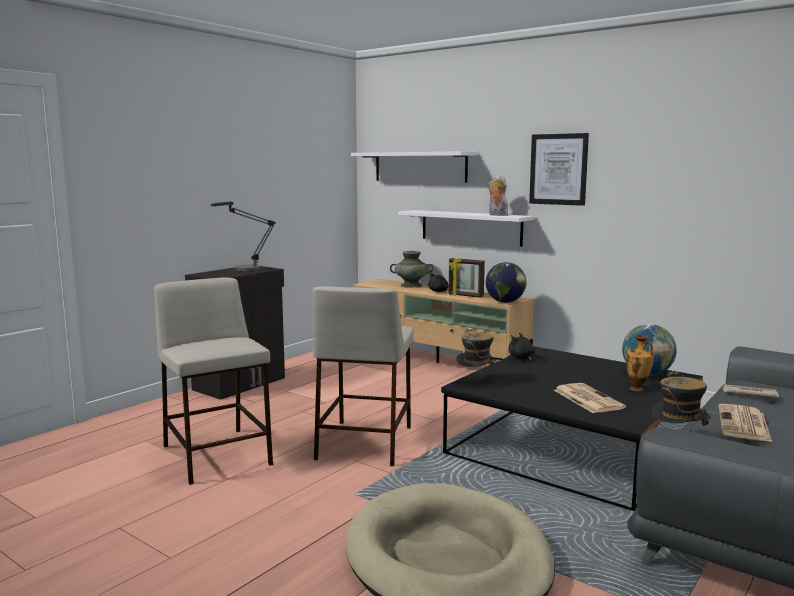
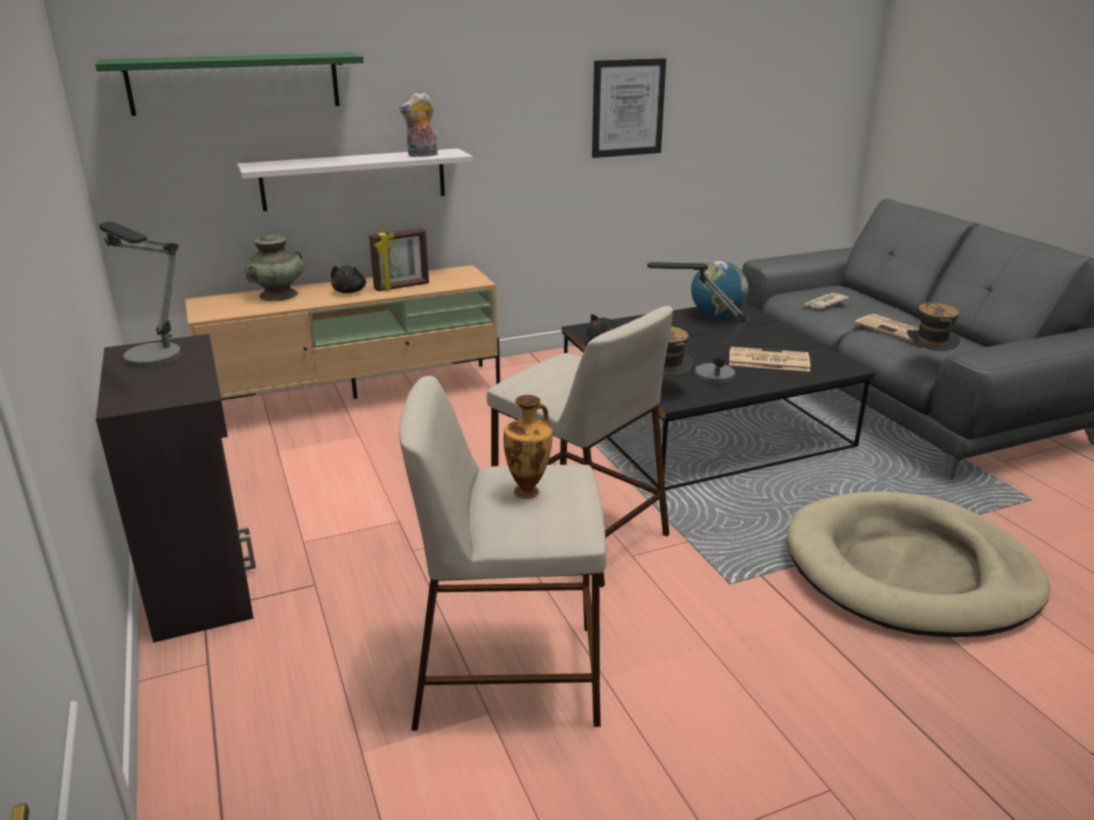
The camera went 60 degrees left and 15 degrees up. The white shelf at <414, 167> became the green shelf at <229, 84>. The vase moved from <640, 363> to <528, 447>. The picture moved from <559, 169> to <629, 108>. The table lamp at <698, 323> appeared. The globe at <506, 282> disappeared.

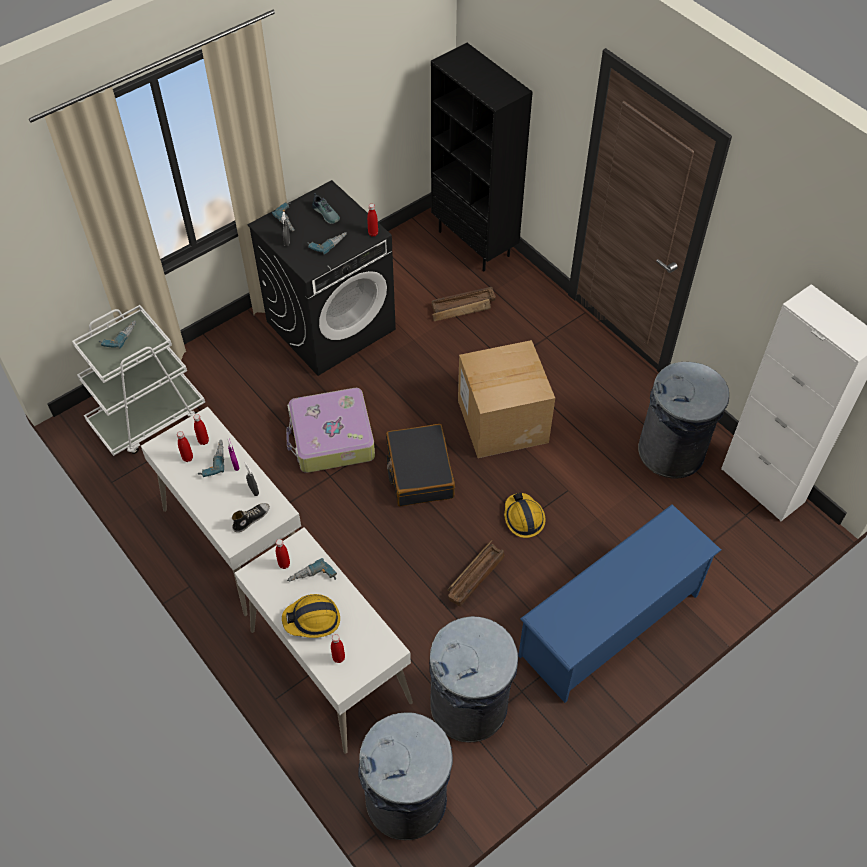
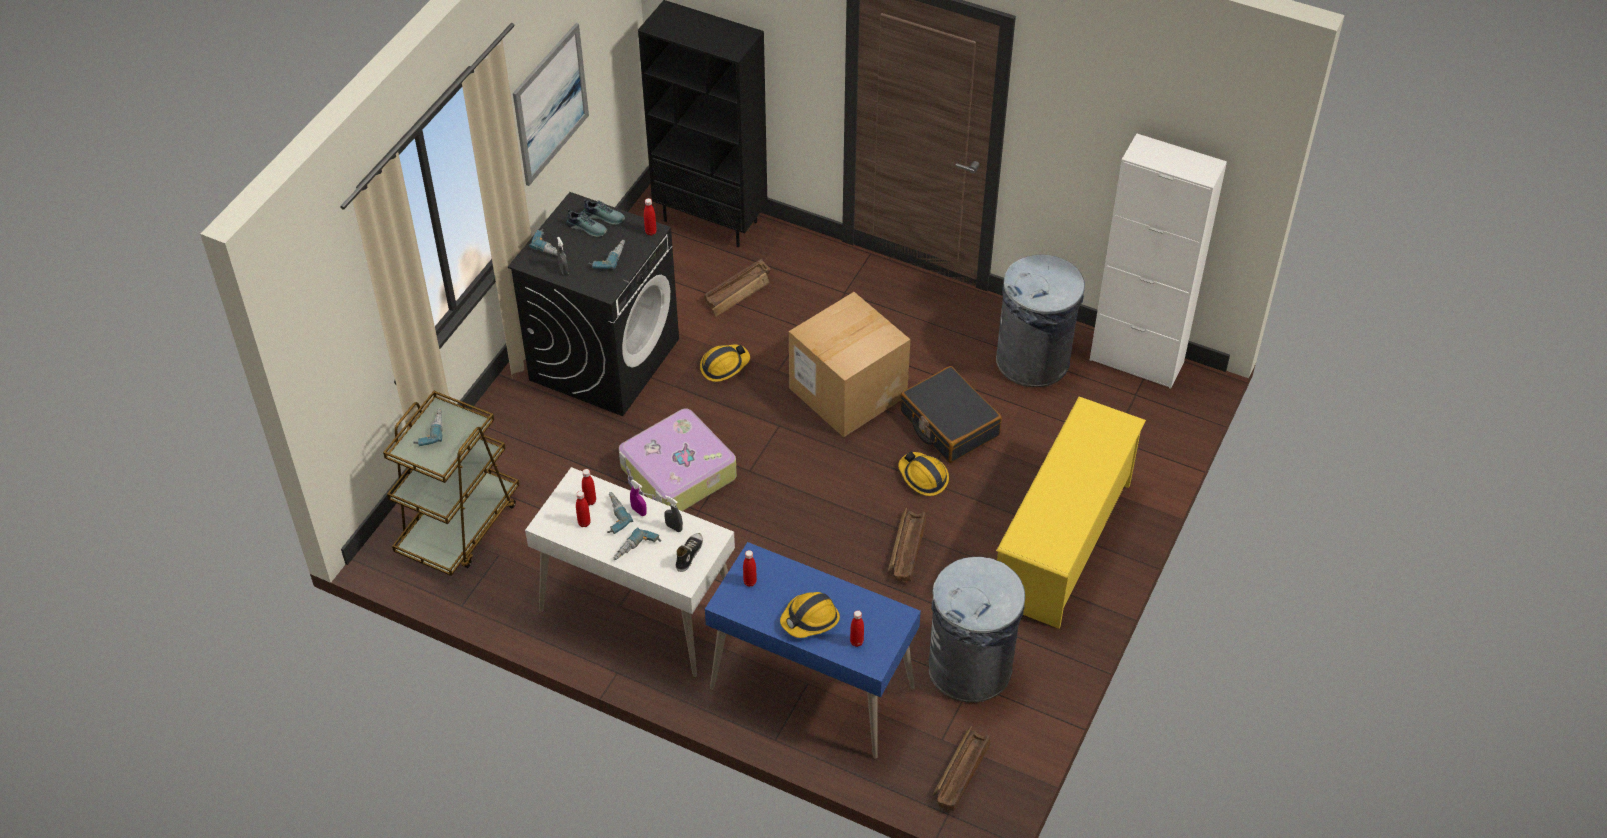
The camera went 25 degrees left and 5 degrees down. The white cart at <138, 380> became the brown cart at <451, 483>. The picture at <551, 104> appeared. The shoe at <604, 212> appeared. The power drill moved from <312, 570> to <637, 543>. The hard hat at <725, 363> appeared. The white desk at <323, 640> became the blue desk at <813, 650>. The black suitcase moved from <420, 465> to <951, 414>. The grey trash can at <405, 776> was replaced by the crate at <961, 768>. The blue shoe rack at <619, 603> became the yellow shoe rack at <1071, 512>.

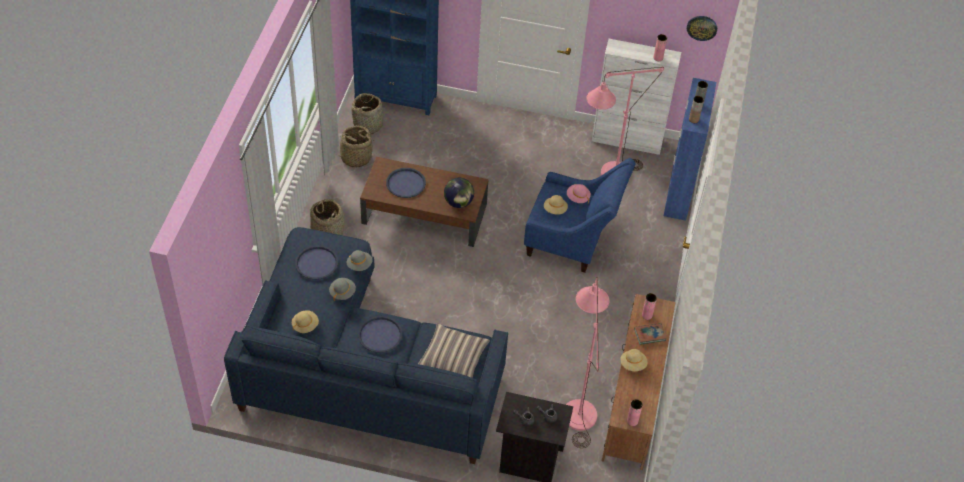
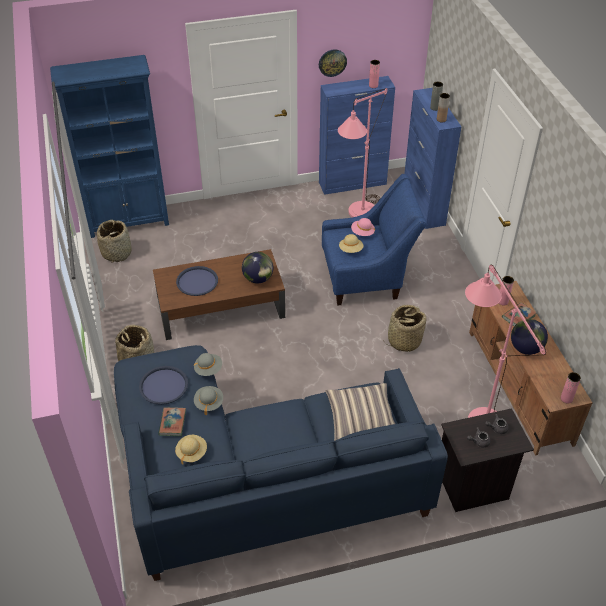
The camera went 25 degrees left and 5 degrees down. The book at <172, 421> appeared. The wall clock moved from <702, 28> to <333, 63>. The white cabinet at <636, 97> became the blue cabinet at <357, 135>. The basket moved from <355, 147> to <405, 328>. The beige hat at <634, 360> was replaced by the globe at <529, 337>. The blue tray at <380, 334> disappeared.

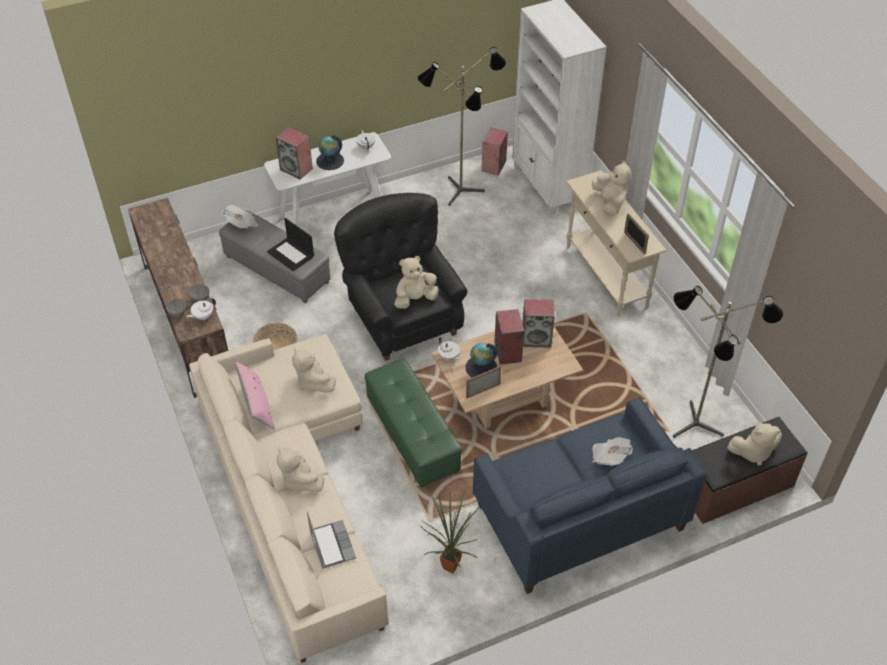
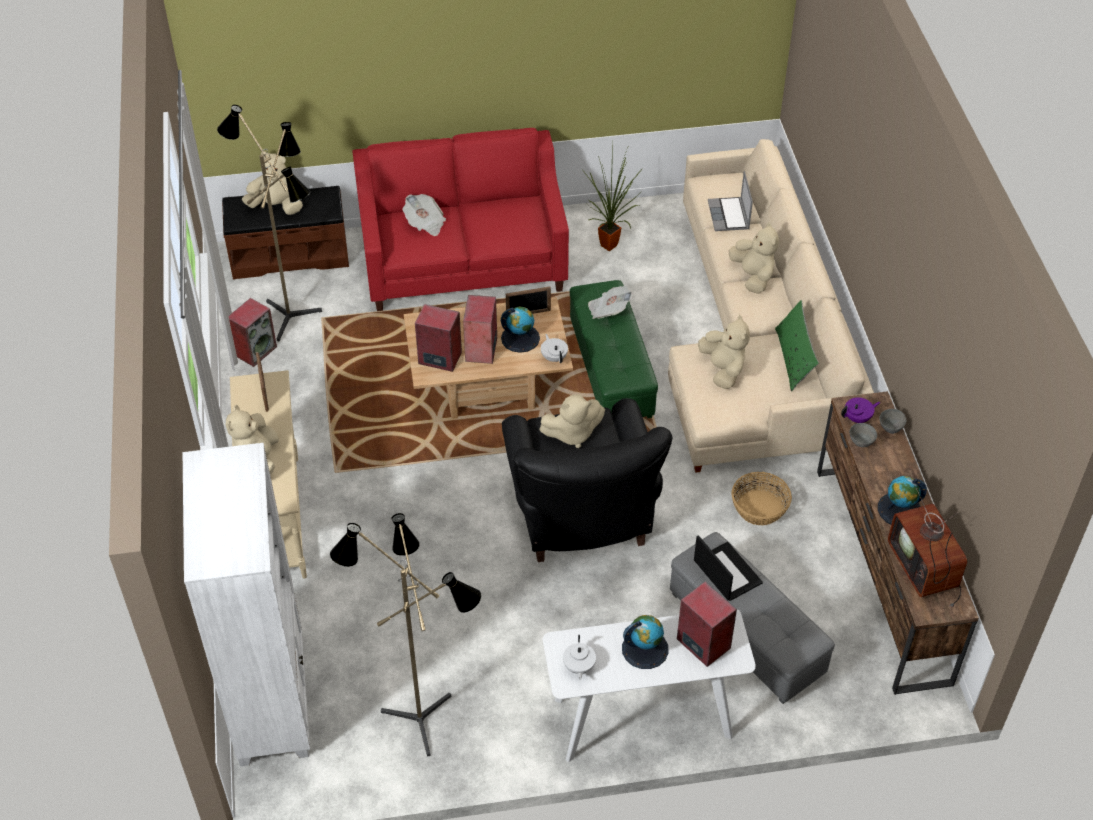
The camera went 165 degrees left and 0 degrees up. The speaker moved from <495, 152> to <253, 332>. The blue sofa at <590, 495> became the red sofa at <460, 219>. The newspaper moved from <240, 217> to <610, 302>. The pink pillow at <255, 395> became the green pillow at <797, 346>. The white teapot at <201, 309> became the purple teapot at <860, 410>. The globe at <902, 500> appeared. The television at <927, 548> appeared.

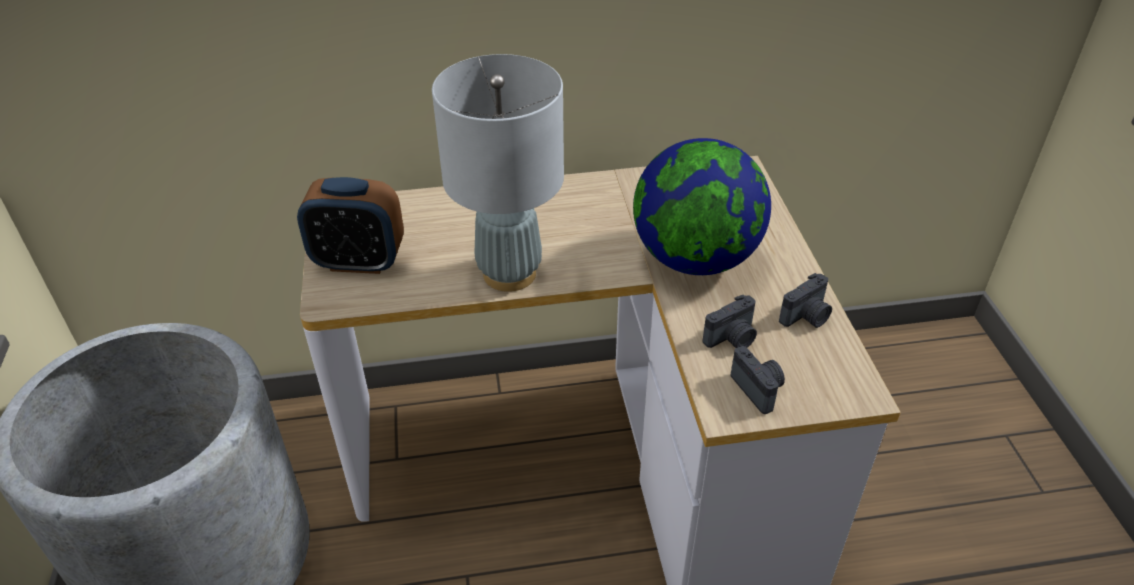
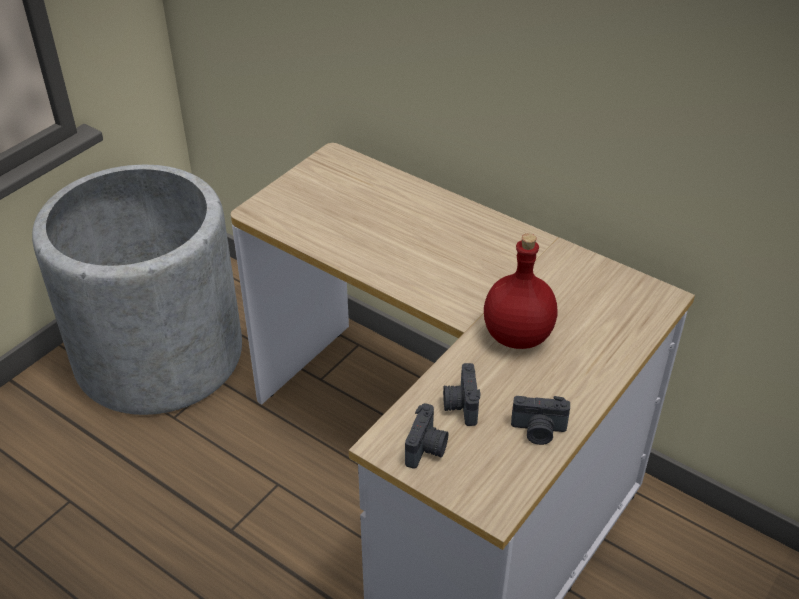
The camera went 45 degrees right and 0 degrees up. The photo camera at <730, 321> turned 75 degrees clockwise. The globe at <702, 206> was replaced by the red bottle at <520, 291>. The alarm clock at <350, 225> disappeared. The grey table lamp at <498, 173> disappeared.

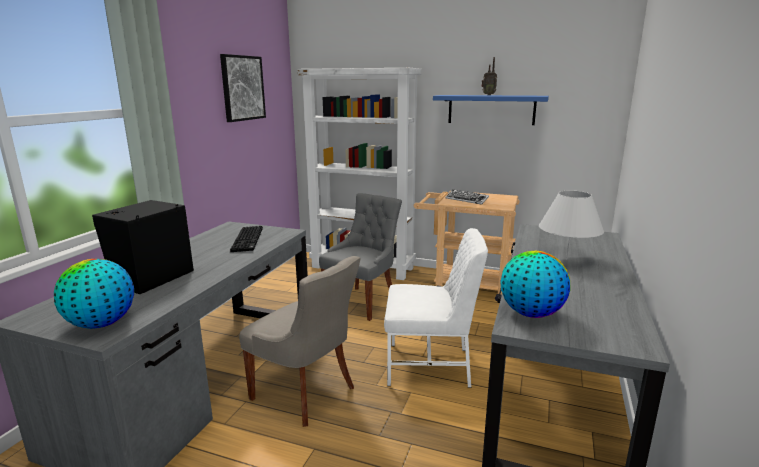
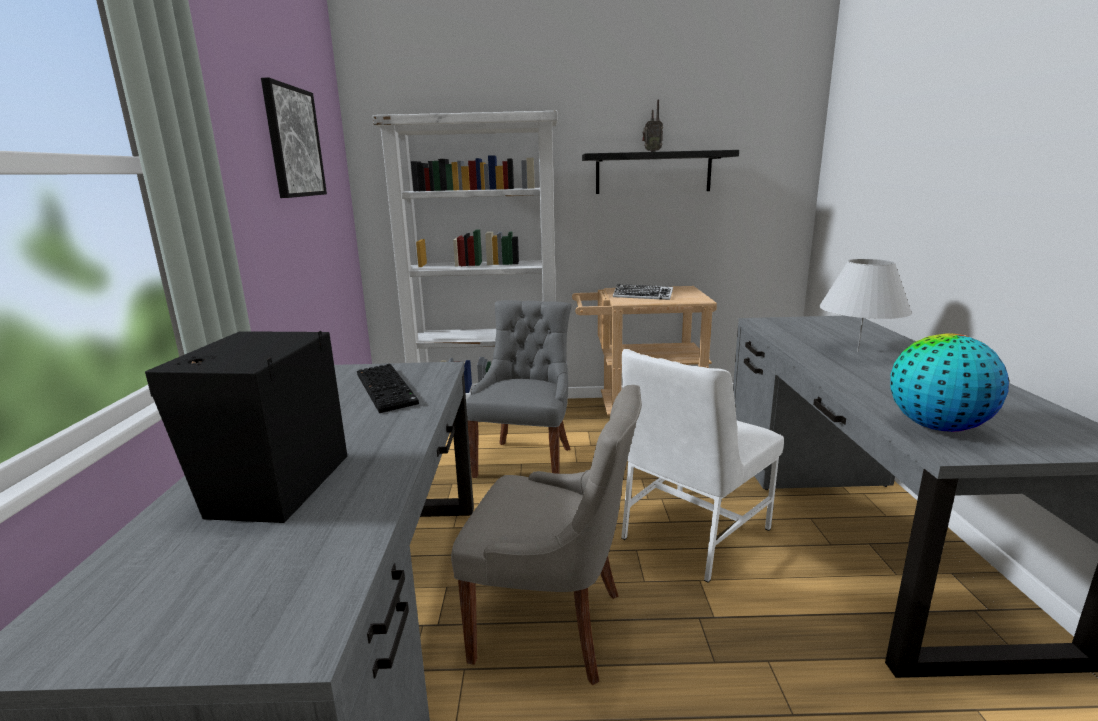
The camera went 20 degrees left and 0 degrees up. The blue shelf at <491, 110> became the black shelf at <660, 172>. The white chair at <436, 308> turned 150 degrees clockwise. The globe at <94, 294> disappeared.

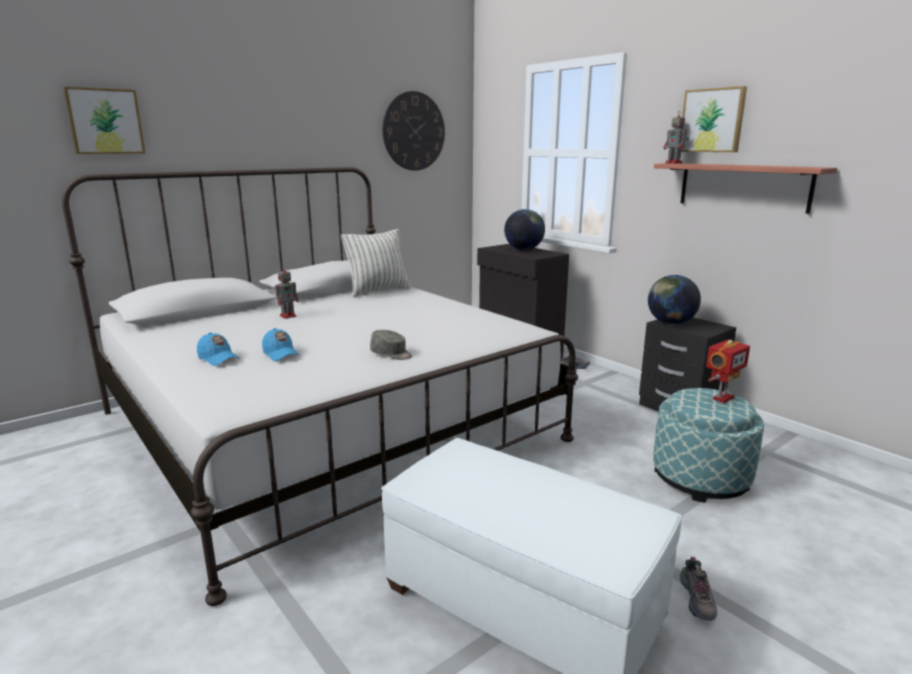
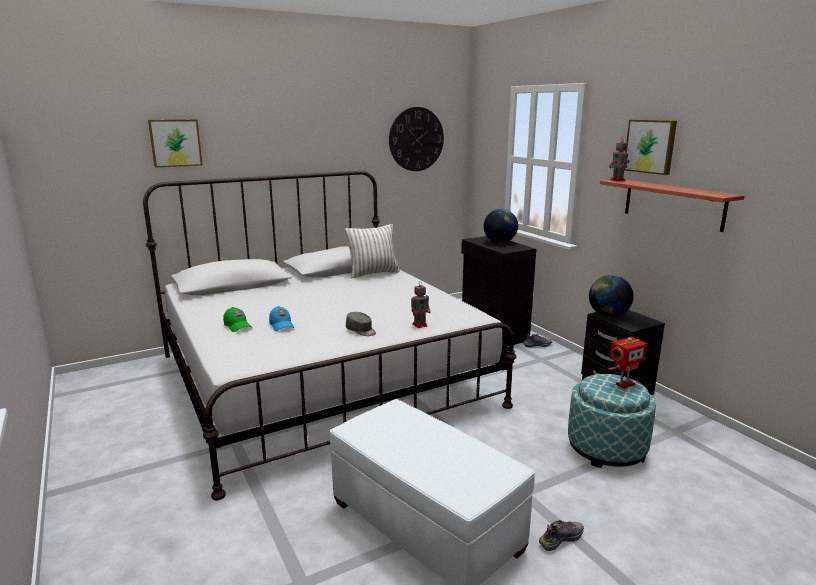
The camera went 10 degrees right and 0 degrees up. The blue cap at <218, 349> became the green cap at <237, 319>. The toy robot moved from <287, 292> to <421, 304>. The shoe at <698, 589> turned 135 degrees counterclockwise.

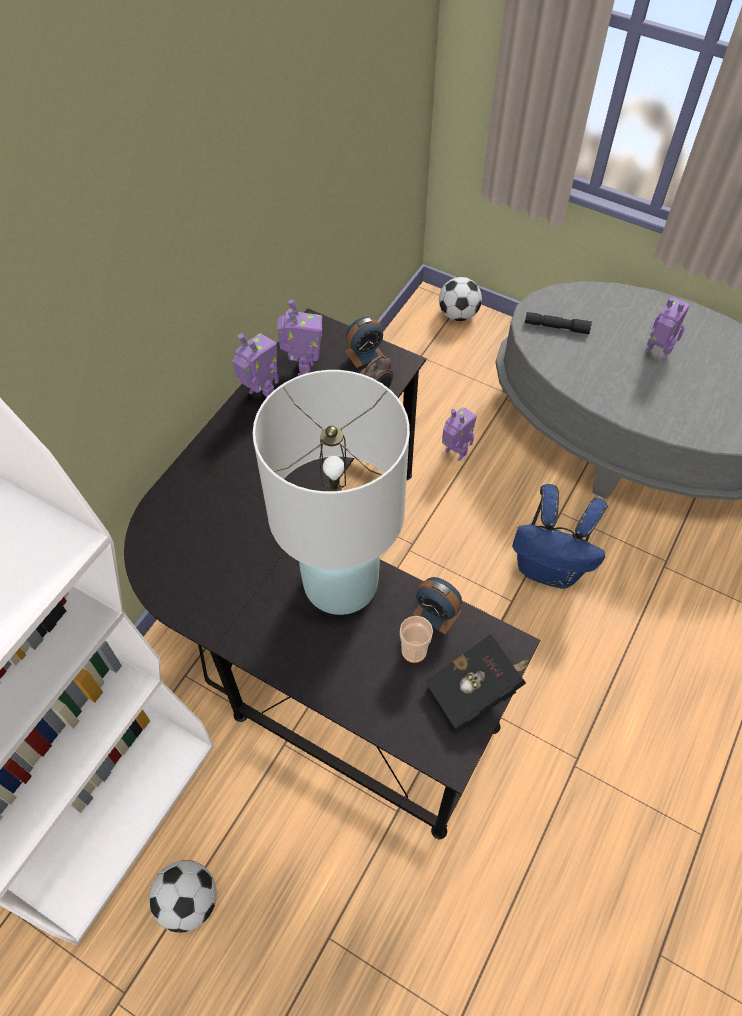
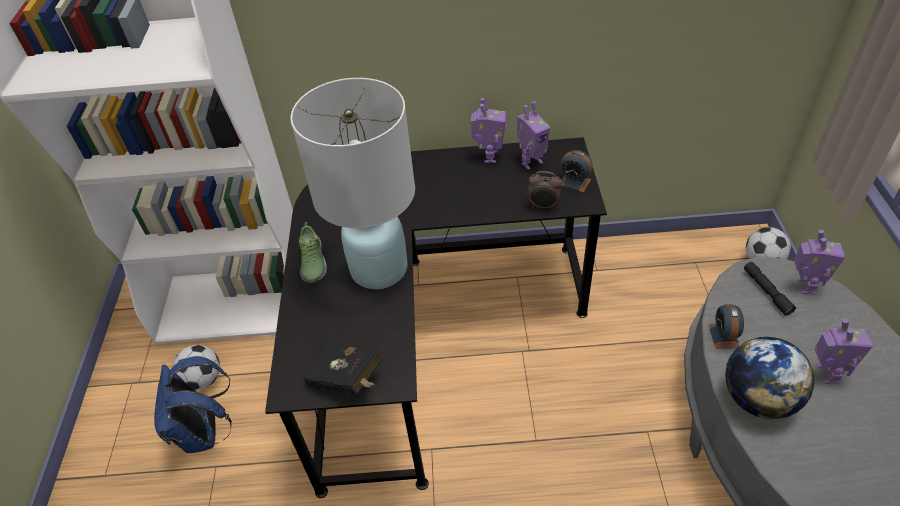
The camera went 60 degrees right and 10 degrees down. The blue backpack moved from <560, 536> to <193, 404>. The shoe at <313, 252> appeared. The alarm clock moved from <437, 606> to <726, 326>. The globe at <769, 378> appeared. The toy robot moved from <459, 434> to <819, 262>. The cup at <416, 639> disappeared.

